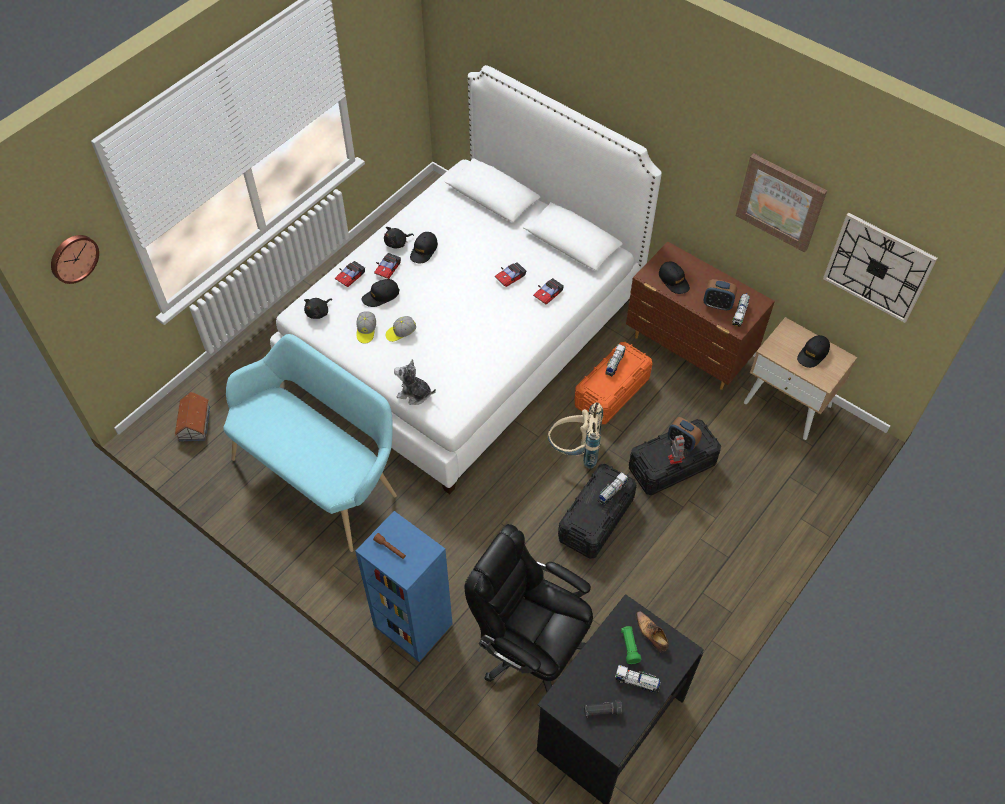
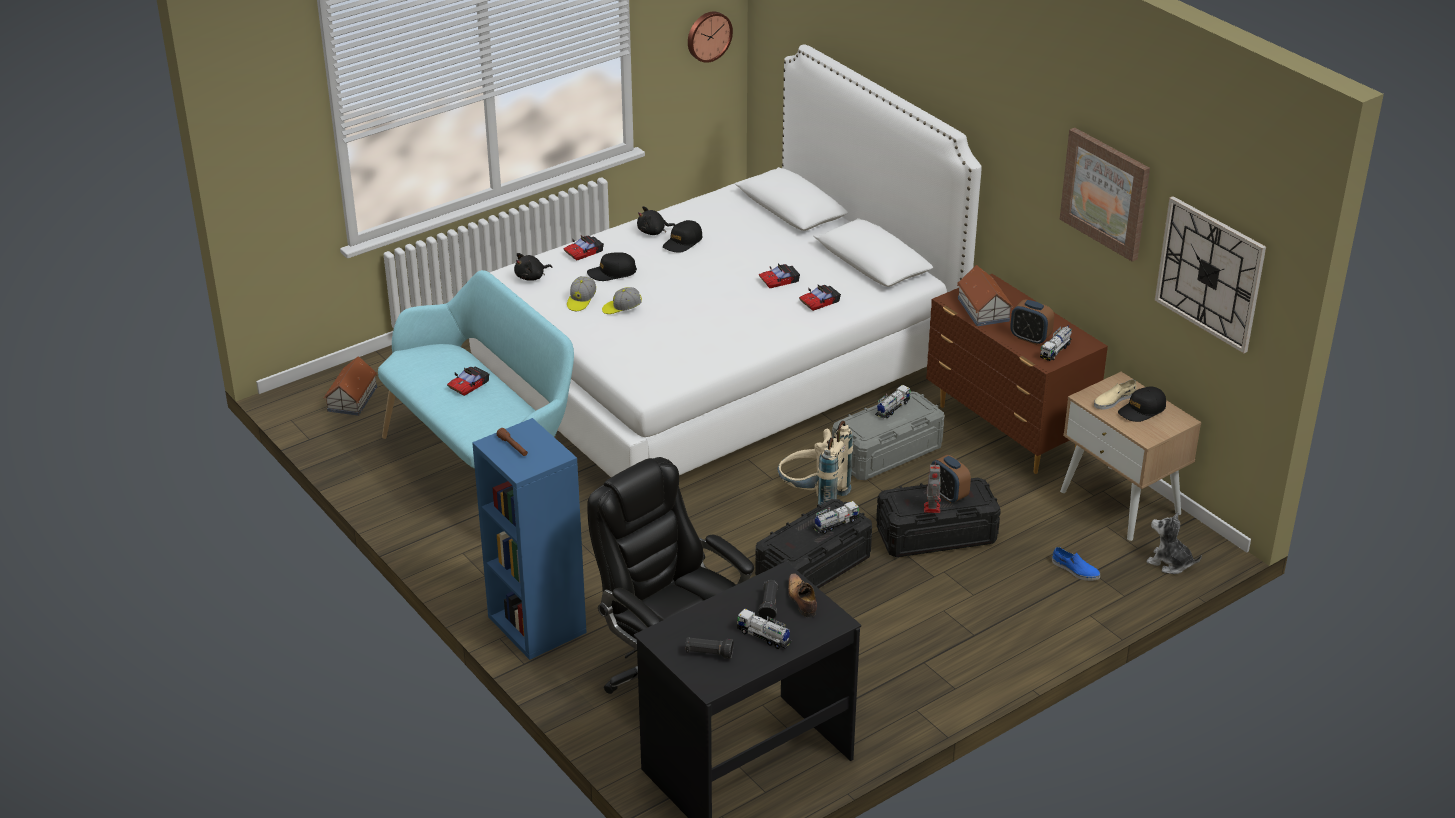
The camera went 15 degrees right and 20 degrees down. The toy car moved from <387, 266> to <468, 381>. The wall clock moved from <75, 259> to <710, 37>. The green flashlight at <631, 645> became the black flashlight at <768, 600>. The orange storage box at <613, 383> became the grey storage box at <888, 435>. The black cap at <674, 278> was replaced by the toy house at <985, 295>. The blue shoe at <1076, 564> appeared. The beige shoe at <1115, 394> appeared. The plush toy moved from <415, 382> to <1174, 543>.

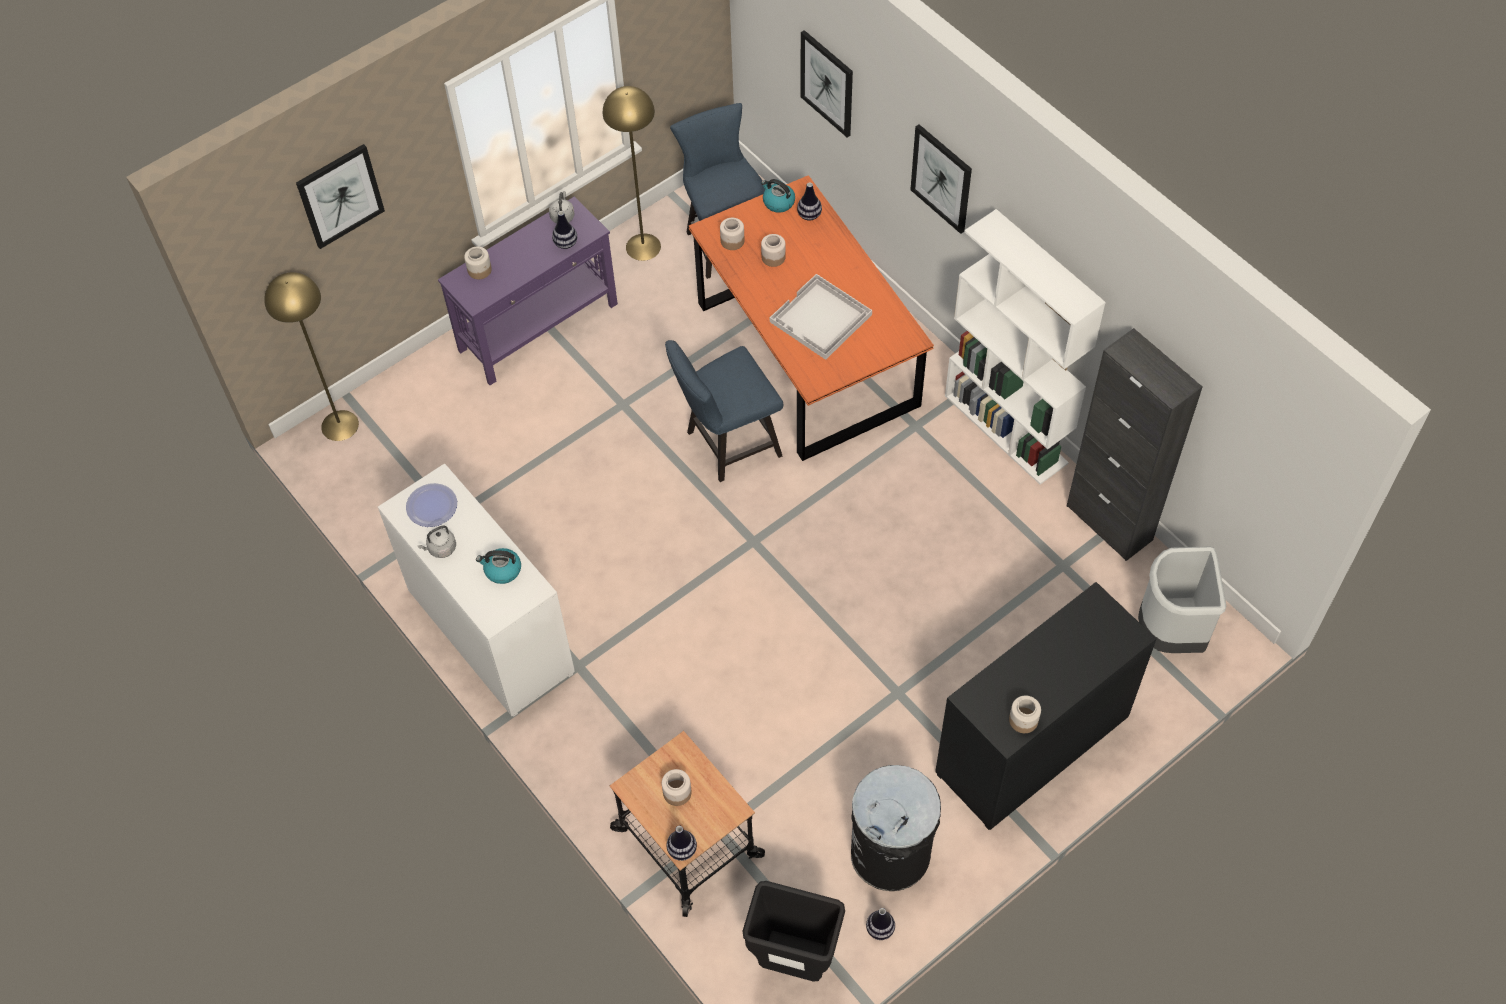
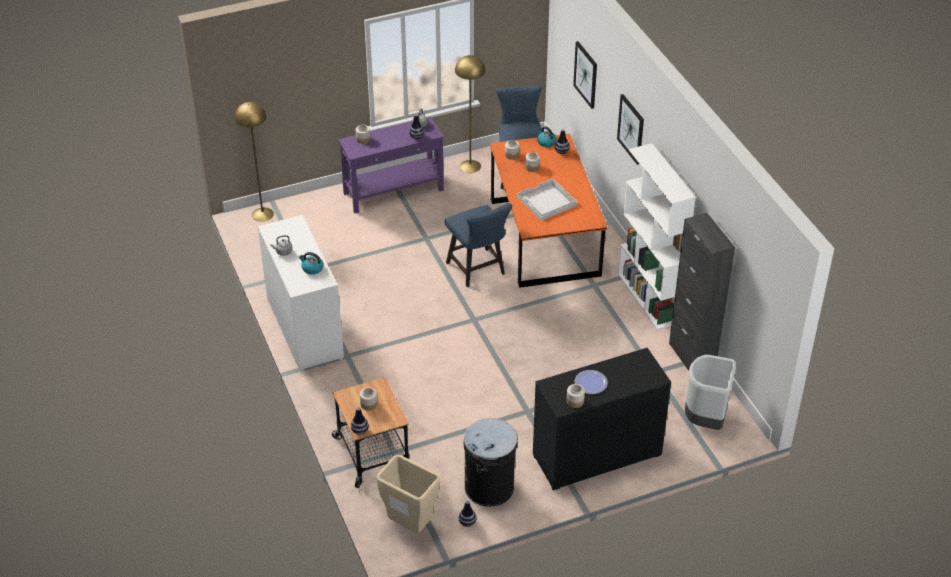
The camera went 15 degrees right and 15 degrees down. The black trash can at <793, 931> became the beige trash can at <408, 494>. The blue chair at <724, 411> turned 105 degrees counterclockwise. The plate moved from <431, 505> to <591, 382>. The picture at <340, 196> disappeared.

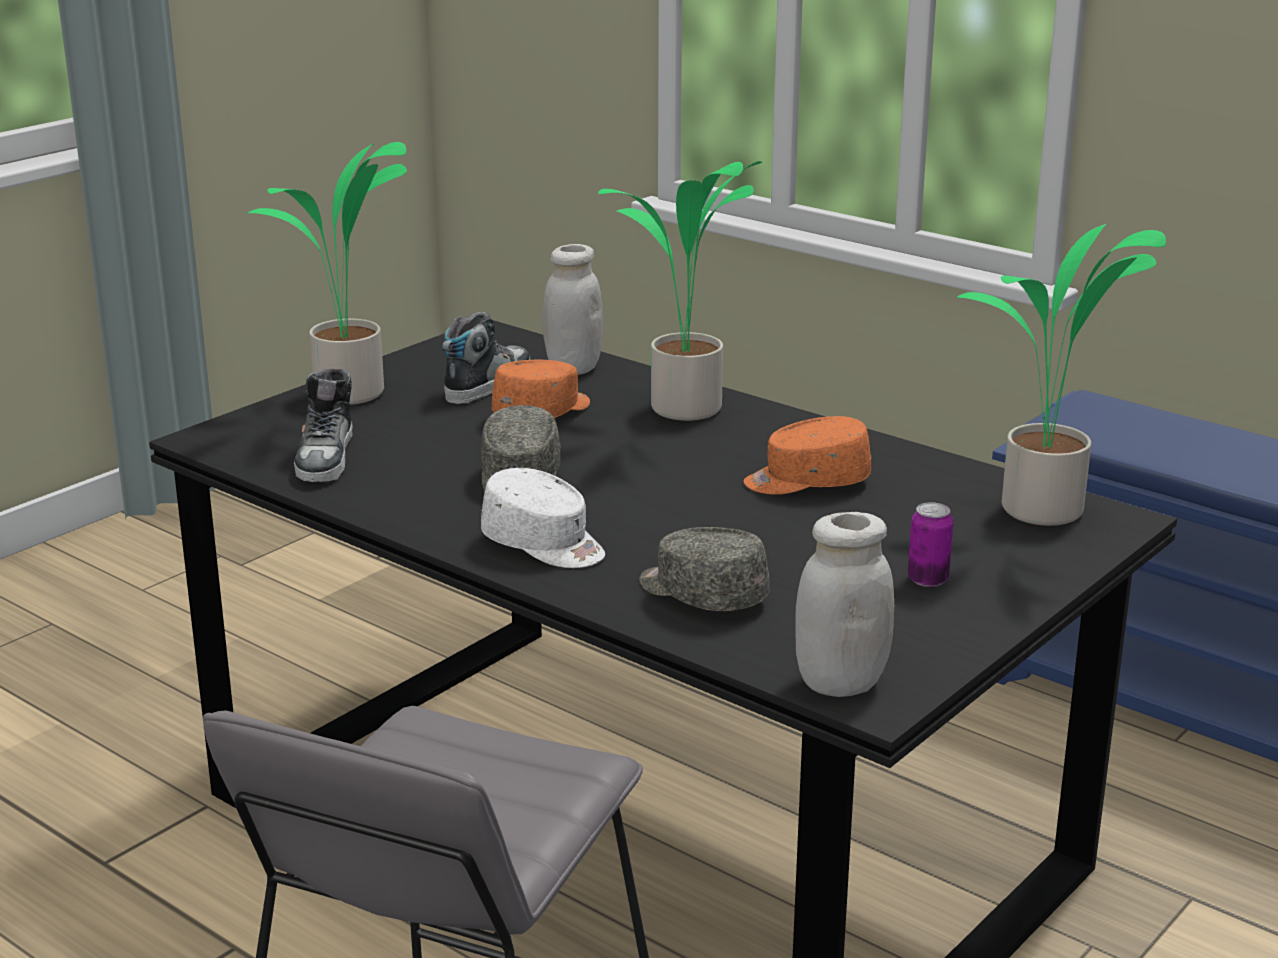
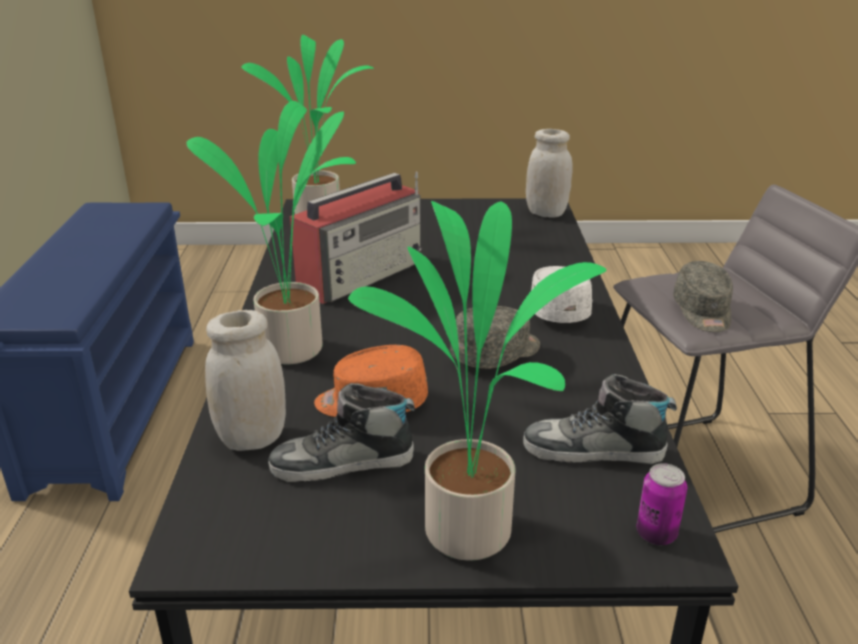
The camera went 130 degrees left and 5 degrees up. The orange cap at <807, 455> was replaced by the radio at <356, 238>. The shoe at <323, 425> turned 135 degrees counterclockwise. The can moved from <930, 544> to <661, 504>. The grey cap moved from <705, 569> to <703, 296>.

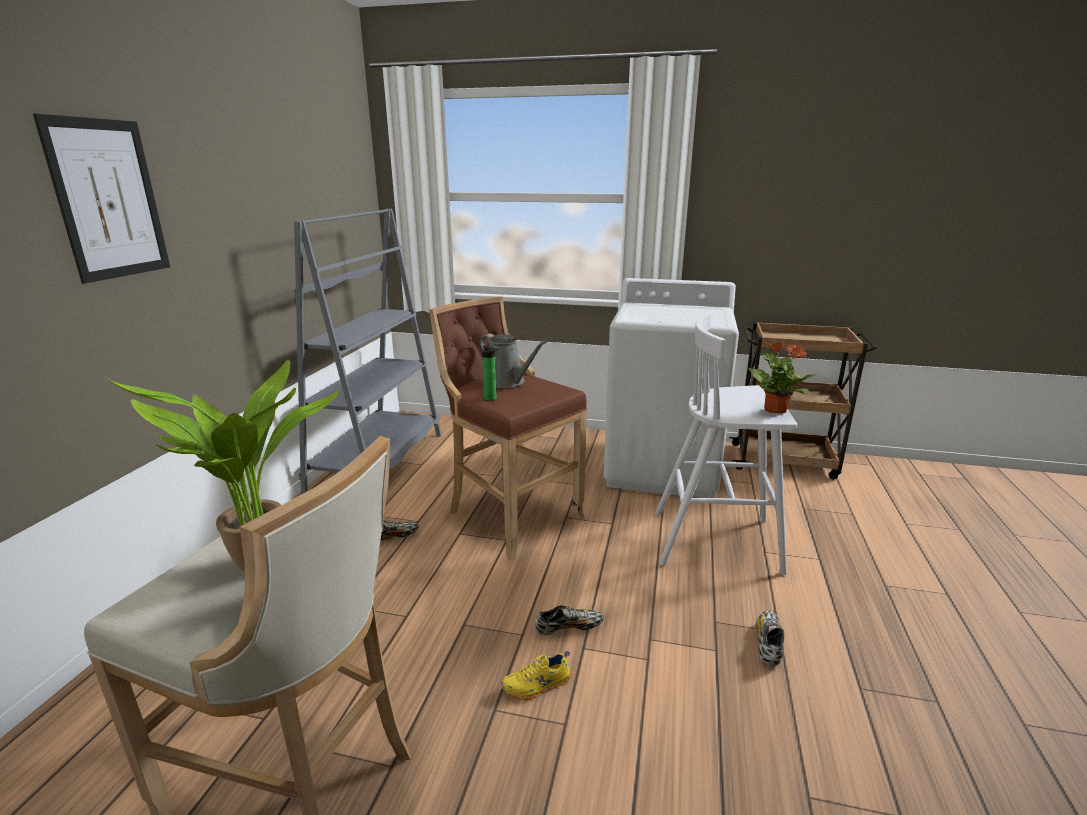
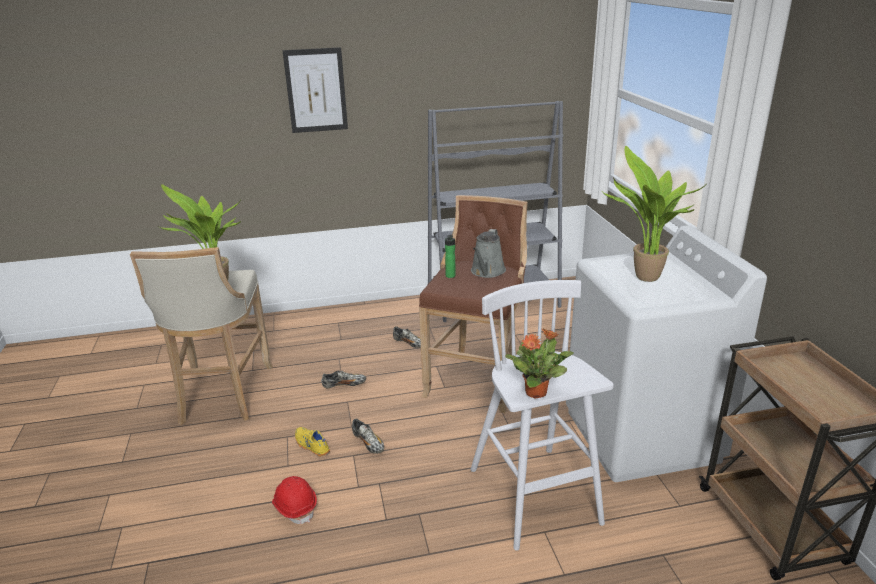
The camera went 65 degrees right and 5 degrees up. The red hard hat at <294, 500> appeared. The shoe moved from <769, 638> to <343, 379>. The potted plant at <654, 214> appeared.

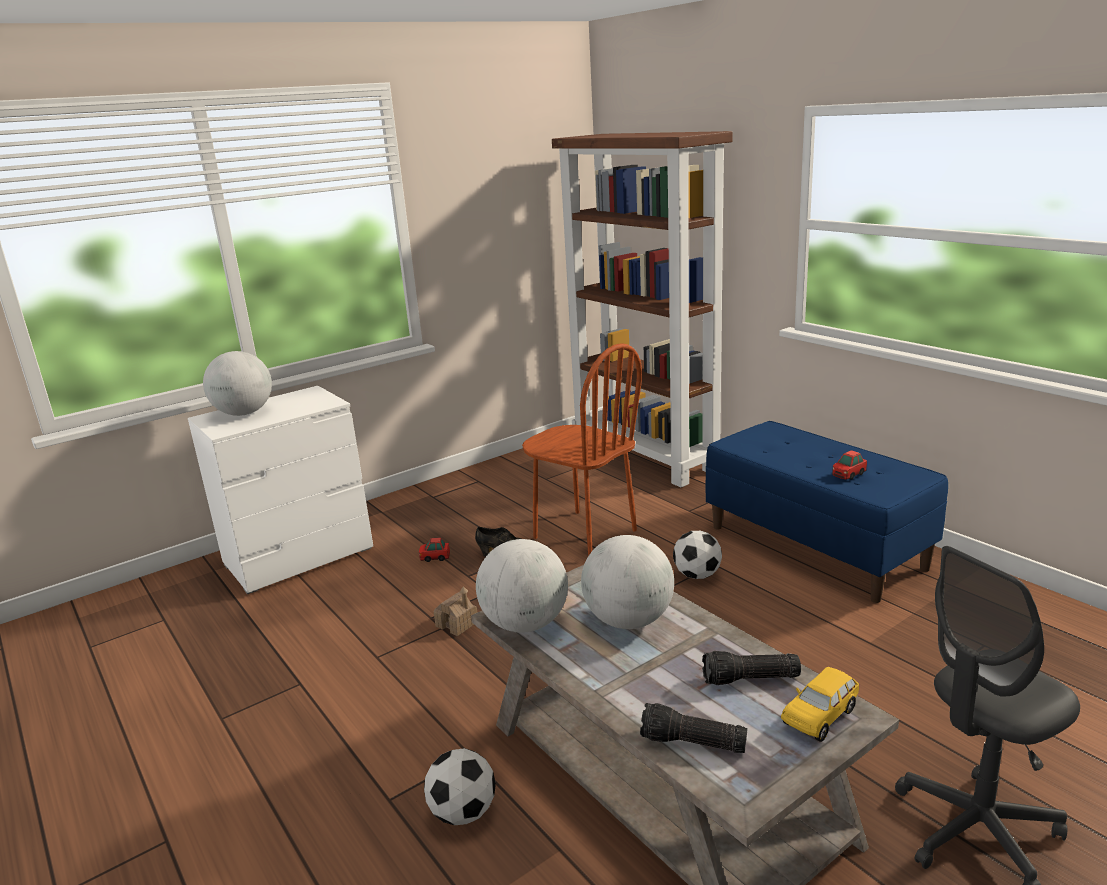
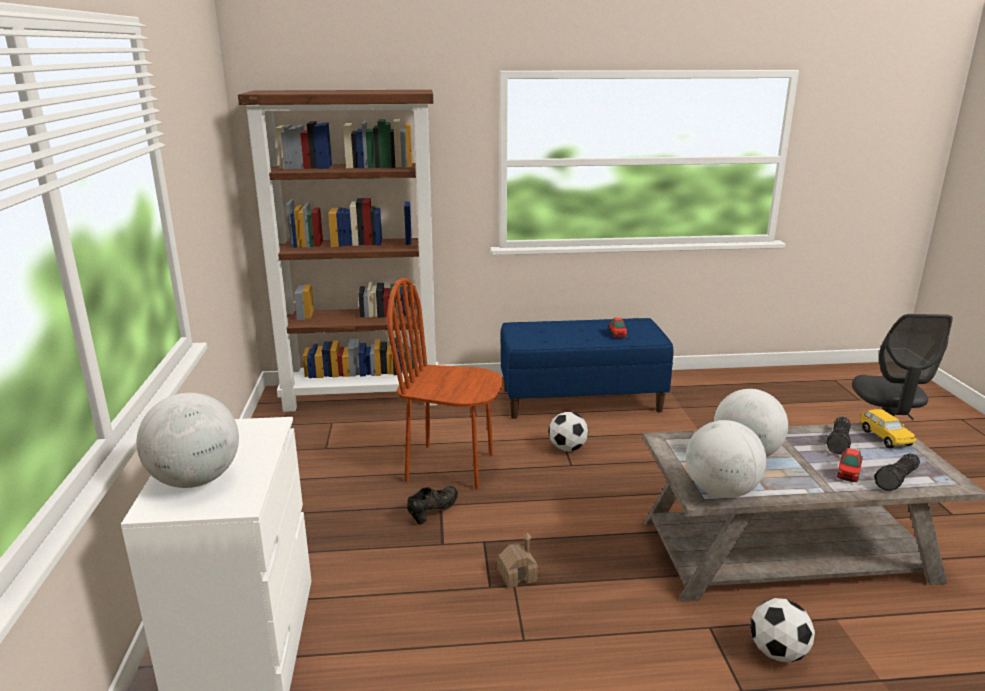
The camera went 60 degrees left and 0 degrees up. The brown chair at <582, 449> turned 150 degrees counterclockwise. The toy car moved from <434, 549> to <850, 465>.

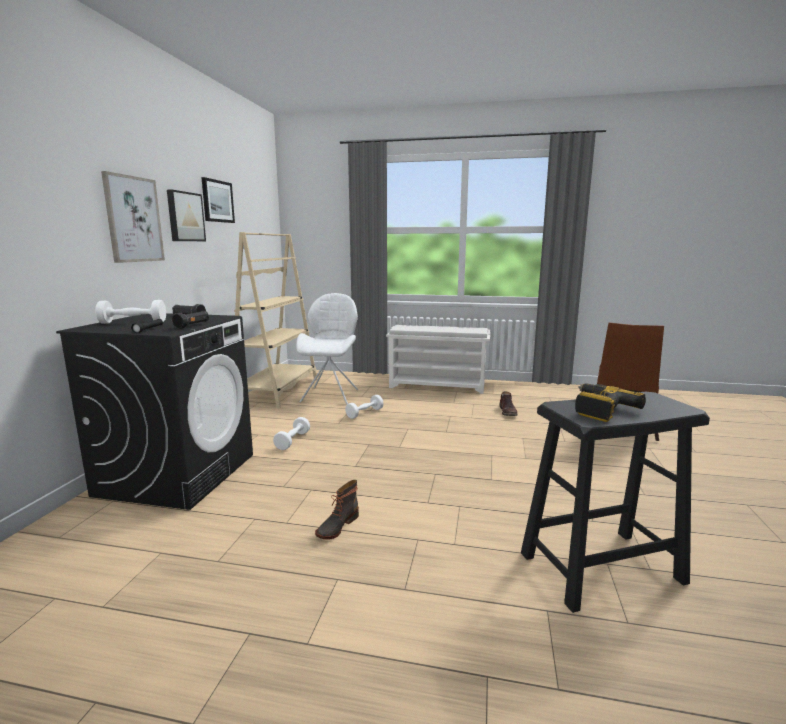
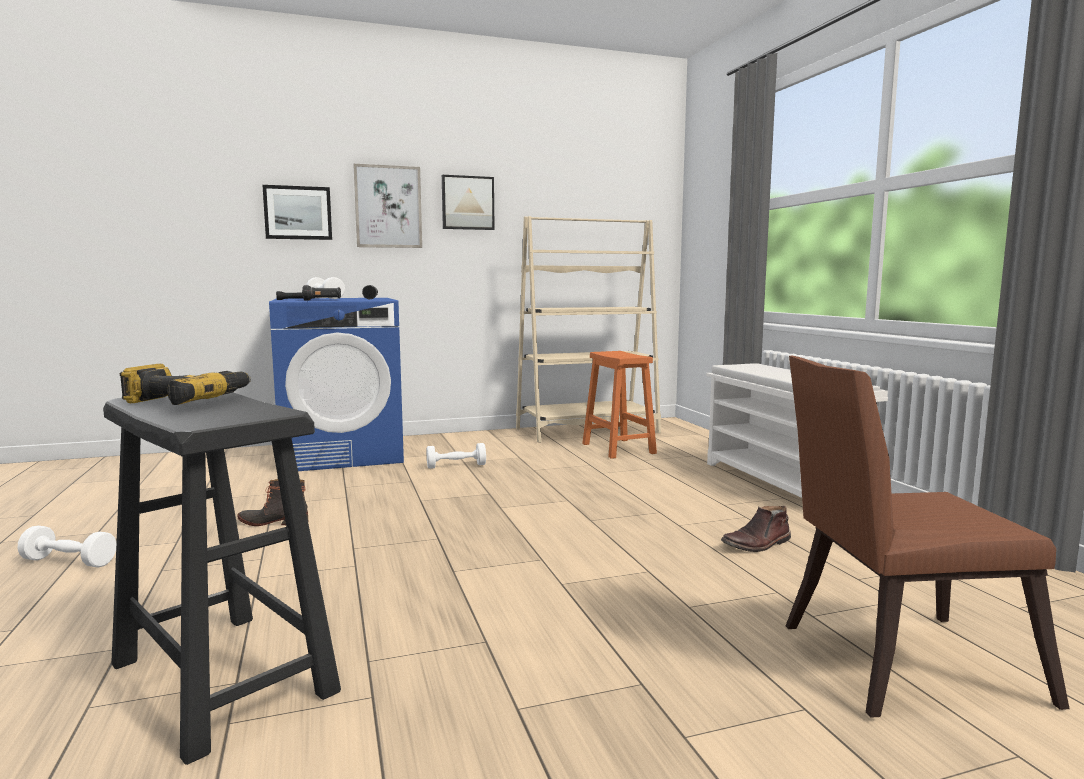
The camera went 60 degrees right and 5 degrees down. The white dumbbell moved from <364, 407> to <66, 546>. The picture moved from <218, 200> to <297, 212>. The black washing machine at <154, 411> became the blue washing machine at <336, 384>. The white chair at <327, 349> was replaced by the orange stool at <619, 405>.

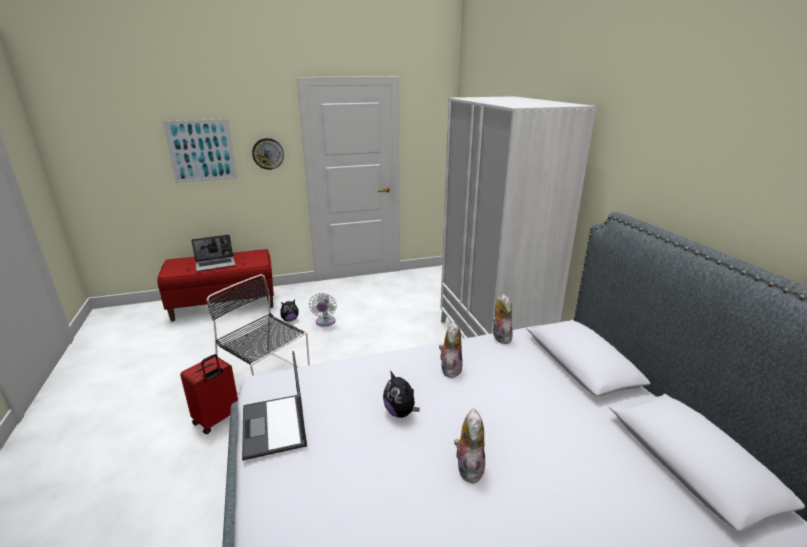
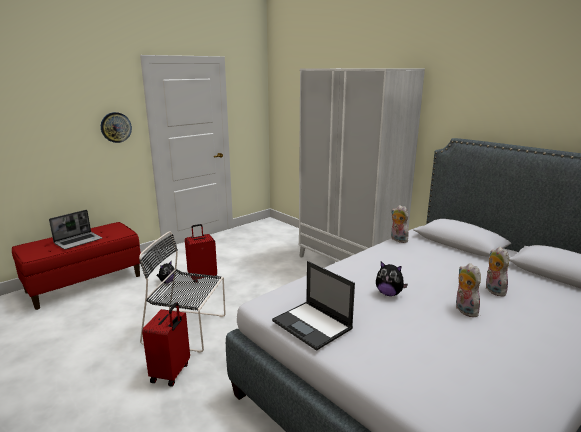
The camera went 25 degrees left and 5 degrees down. The white fan at <323, 310> was replaced by the red suitcase at <201, 253>. The plush toy moved from <451, 350> to <497, 271>. The picture at <200, 151> disappeared.

